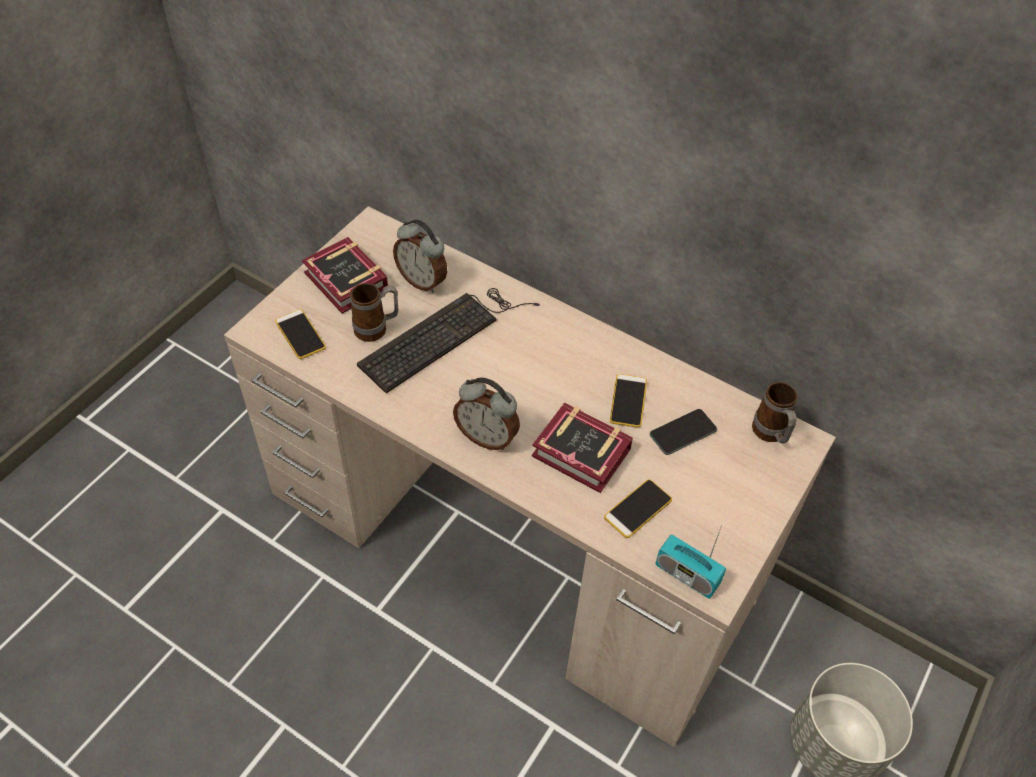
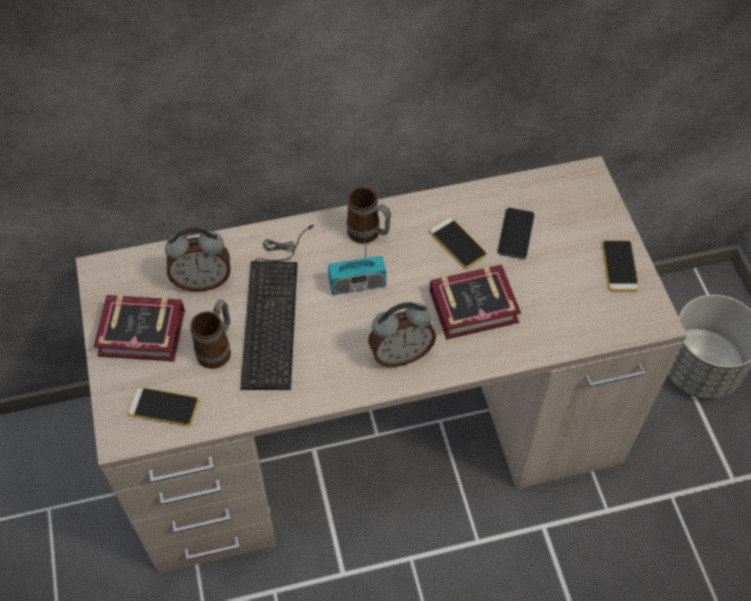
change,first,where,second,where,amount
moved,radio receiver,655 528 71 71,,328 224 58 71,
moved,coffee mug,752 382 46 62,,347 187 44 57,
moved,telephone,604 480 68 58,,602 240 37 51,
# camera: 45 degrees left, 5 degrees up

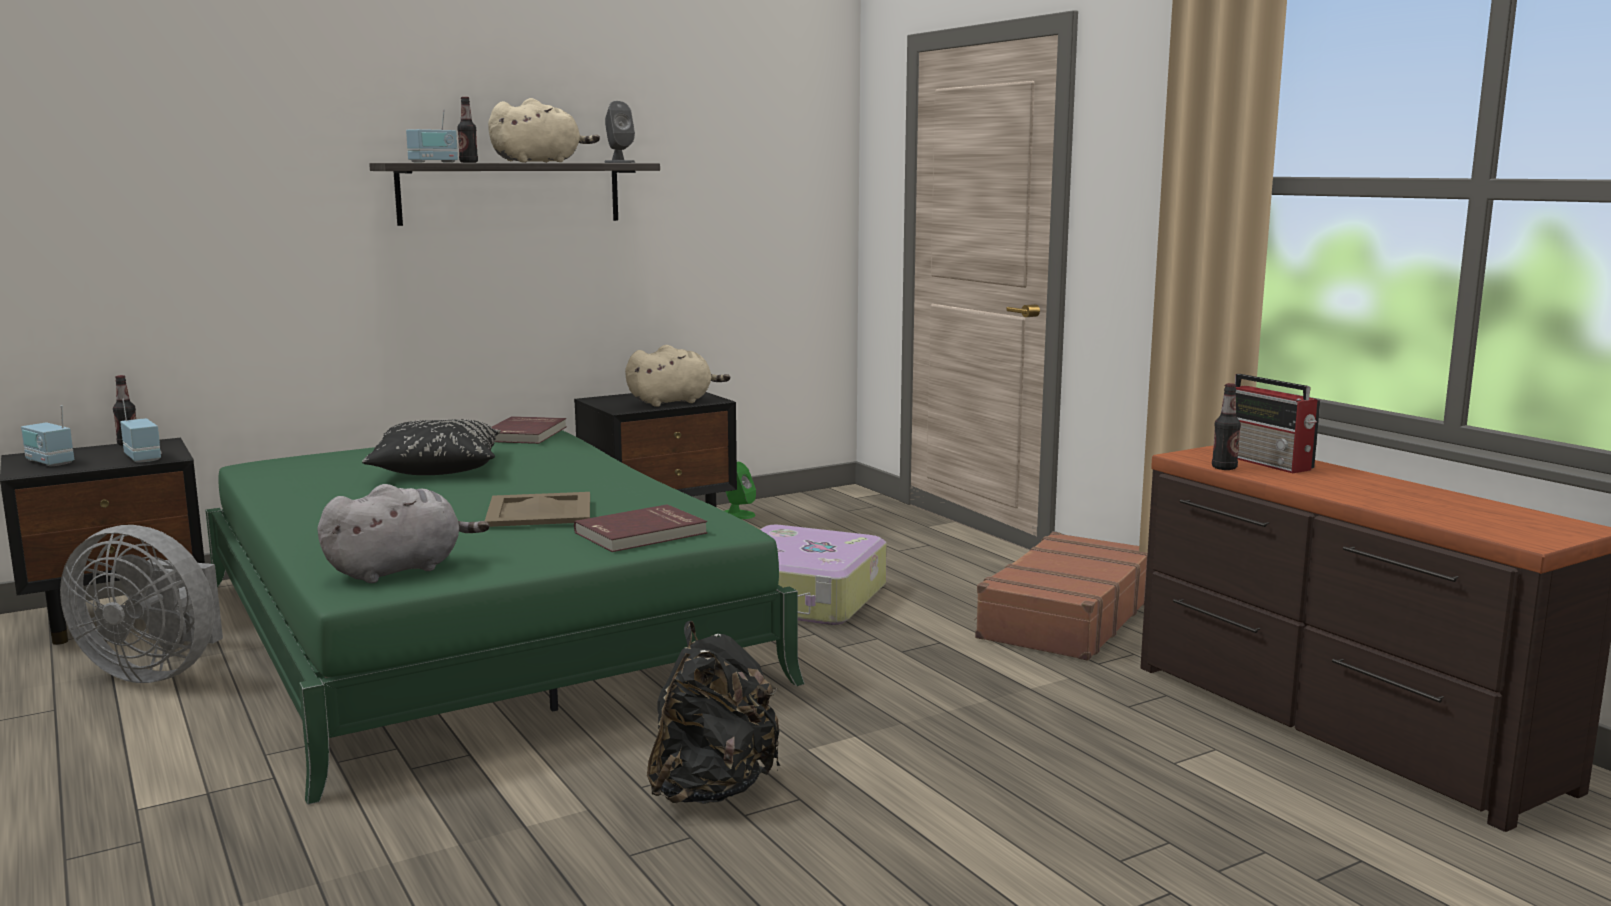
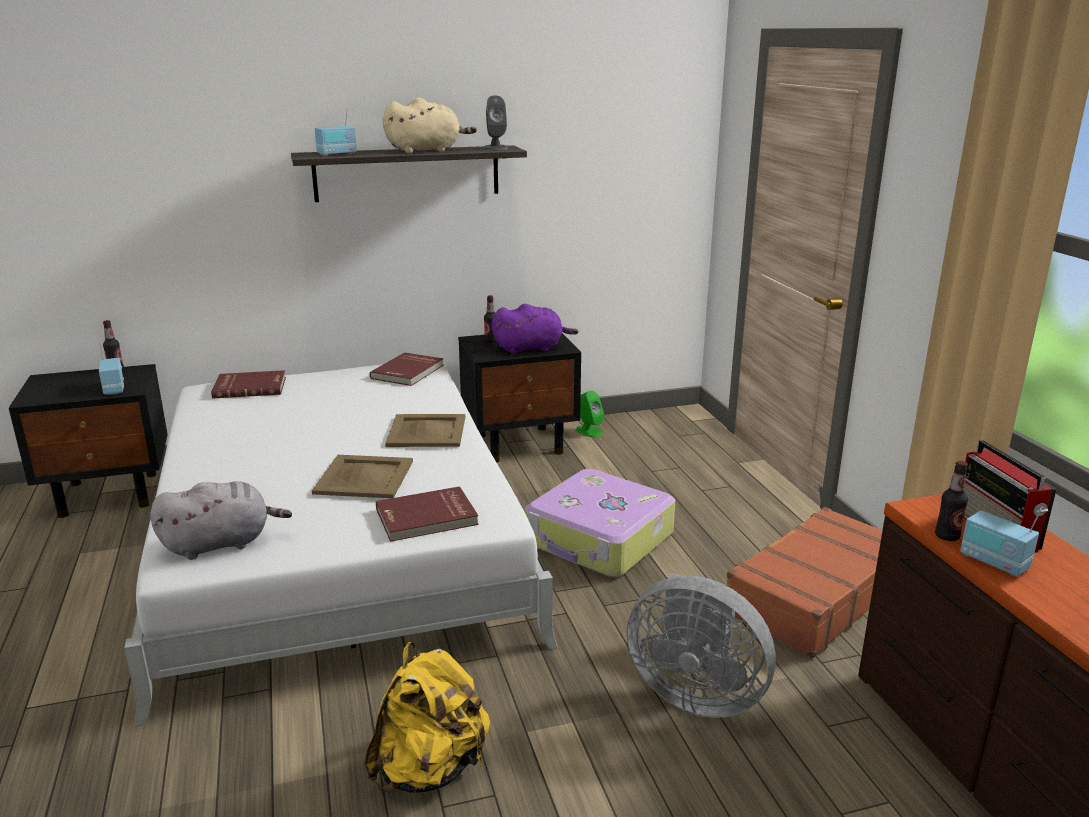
change,first,where,second,where,amount
recoloured,sleeping bed (greenish),205 430 600 375,sleeping bed (whitish),124 364 434 362,
added,,,bound book (red-coloured),211 370 75 29,
recoloured,rucksack (black),647 621 133 183,rucksack (yellowish),364 642 126 151,
added,,,tray (beige),385 414 80 33,
moved,drink bottle,457 97 21 66,,484 295 13 48,
recoloured,plush toy (beige),625 345 105 62,plush toy (purplish),491 304 87 50,
moved,electric fan (gray),60 525 163 158,,627 573 149 145,
moved,radio receiver,21 406 53 60,,960 509 82 68,
removed,throw pillow (black),362 419 139 56,,,
# camera: 15 degrees right, 10 degrees up

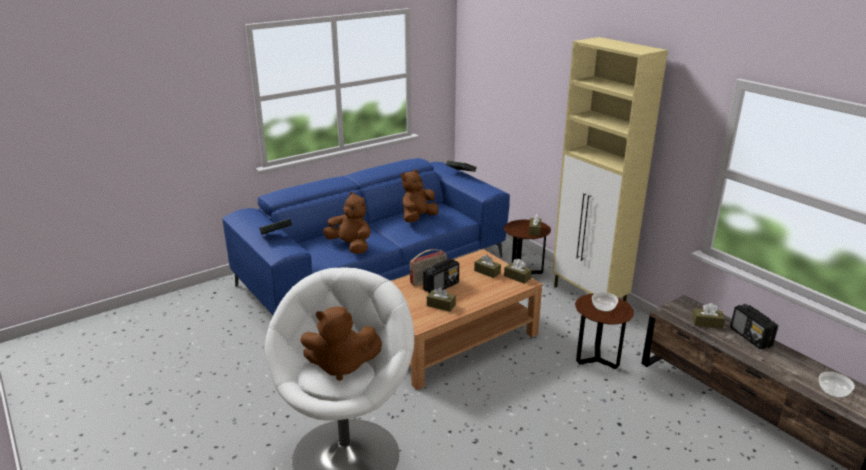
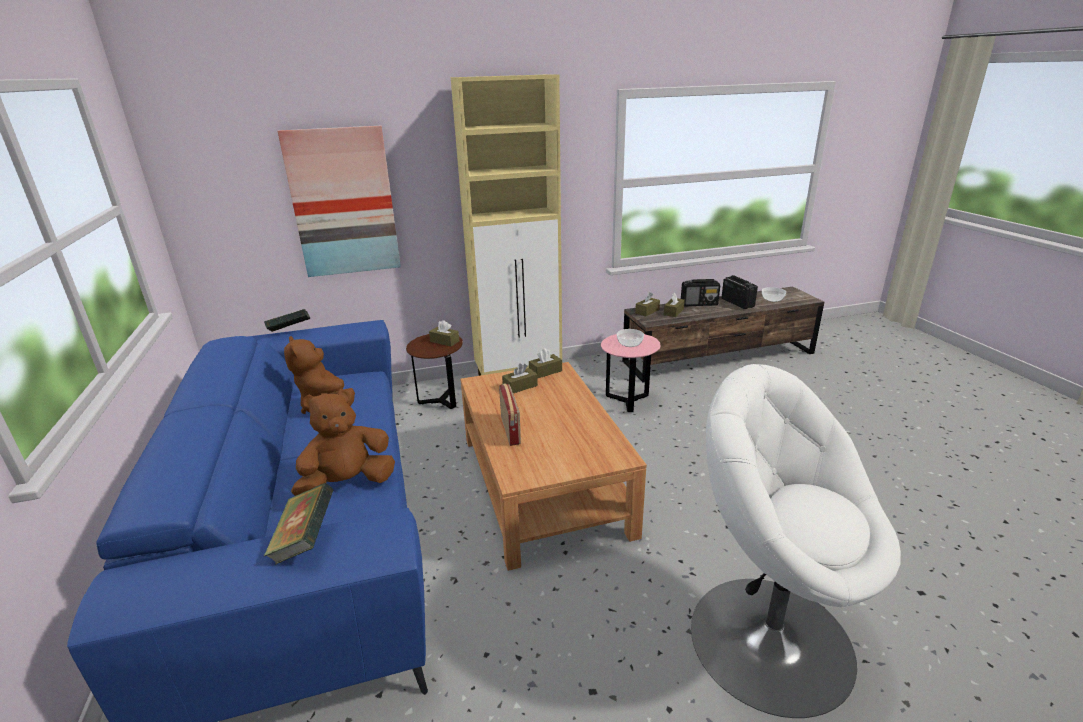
change,first,where,second,where,amount
added,,,picture,278 126 123 151,
recoloured,accent table (brown-coloured),575 293 59 76,accent table (pinkish),601 334 60 78,
moved,tissue box (brown-coloured),427 287 29 25,,635 292 25 24,
moved,radio receiver,423 258 36 35,,722 275 36 34,
removed,plush toy (brown-coloured),300 306 82 75,,,
# camera: 70 degrees left, 0 degrees up

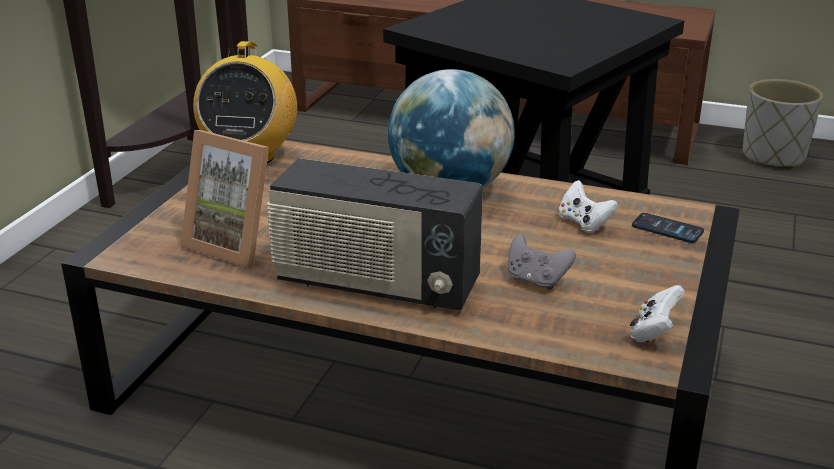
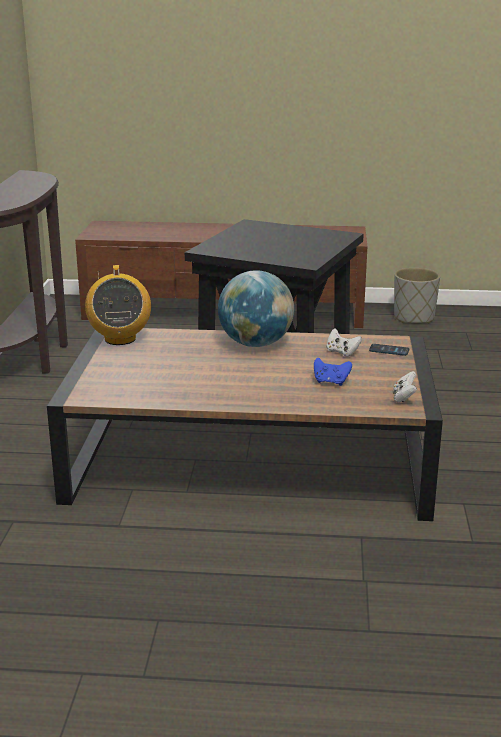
change,first,where,second,where,amount
recoloured,gamepad (gray),508 234 68 56,gamepad (blue-coloured),314 358 38 28,
removed,picture frame,180 130 89 138,,,
removed,radio receiver,267 158 216 152,,,
# camera: 15 degrees left, 5 degrees down

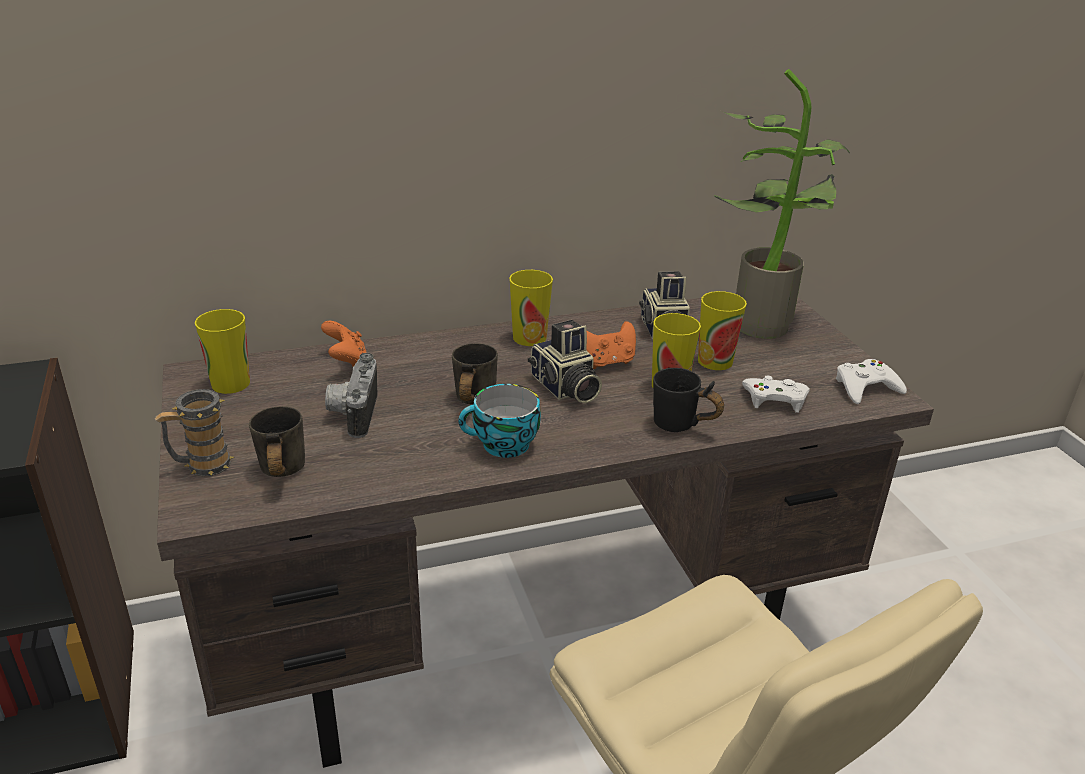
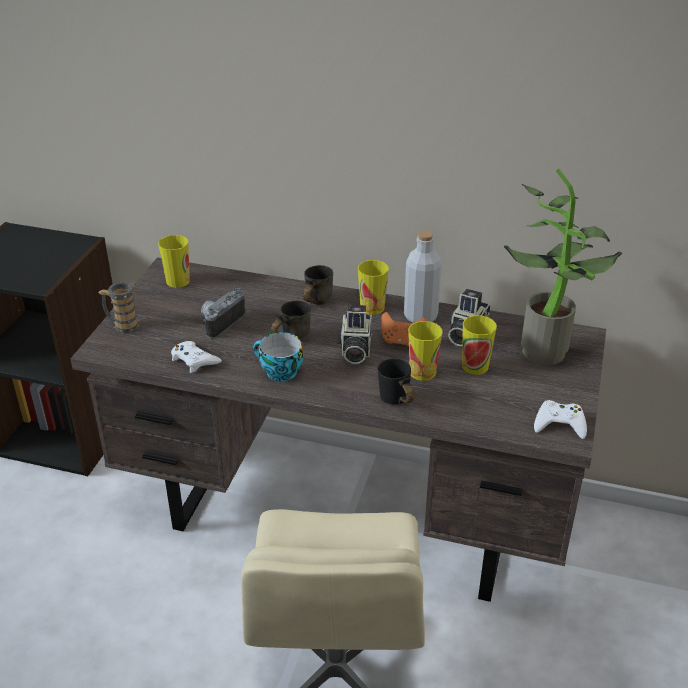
change,first,where,second,where,amount
moved,gamepad (whitish),742 376 68 37,,171 341 51 32,
moved,coffee mug (gray),249 406 56 71,,303 265 30 40,
added,,,drink bottle (gray),404 230 38 93,
removed,gamepad (orange),321 321 46 45,,,
# camera: 35 degrees right, 5 degrees up

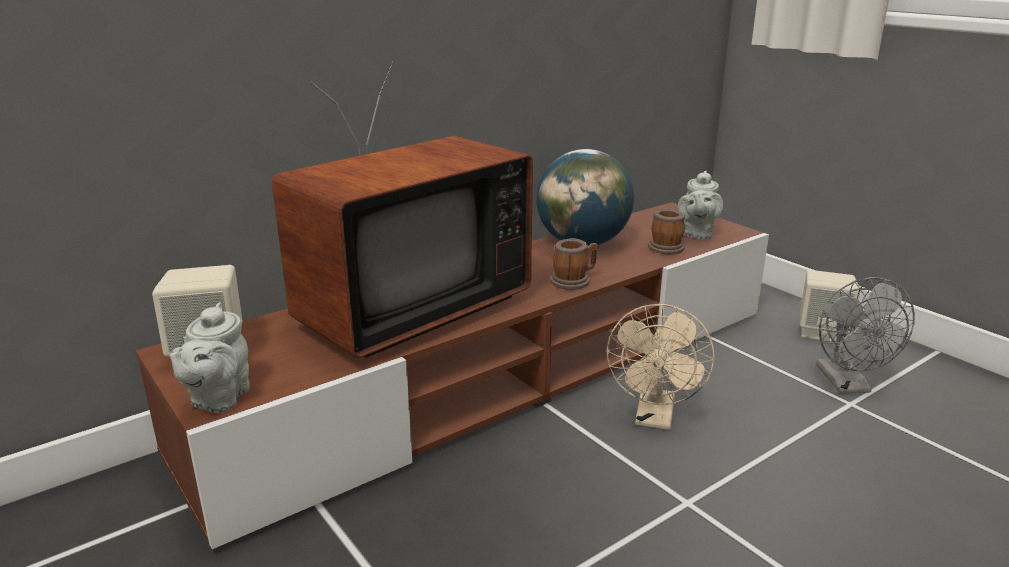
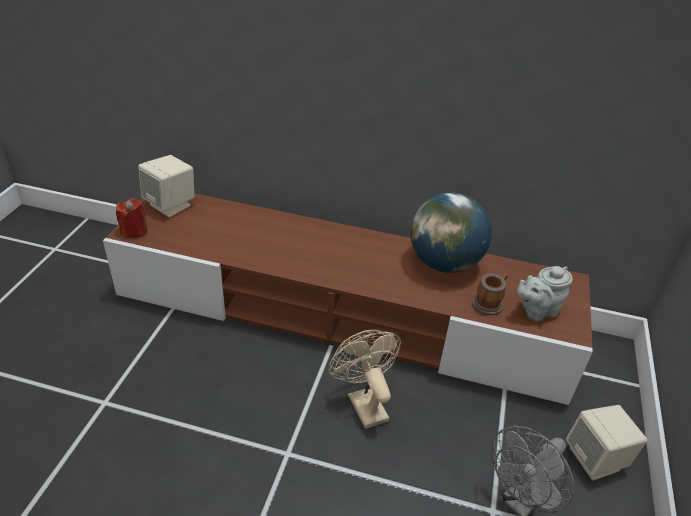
change,first,where,second,where,amount
replaced,tea pot (gray),169 302 81 111,wax light (red-coloured),116 198 32 41,
turned,electric fan (beige),607 304 108 126,,328 330 73 99,90 degrees clockwise
removed,TV set,272 61 261 297,,,
removed,coffee mug,550 238 49 52,,,
# camera: 50 degrees right, 15 degrees up

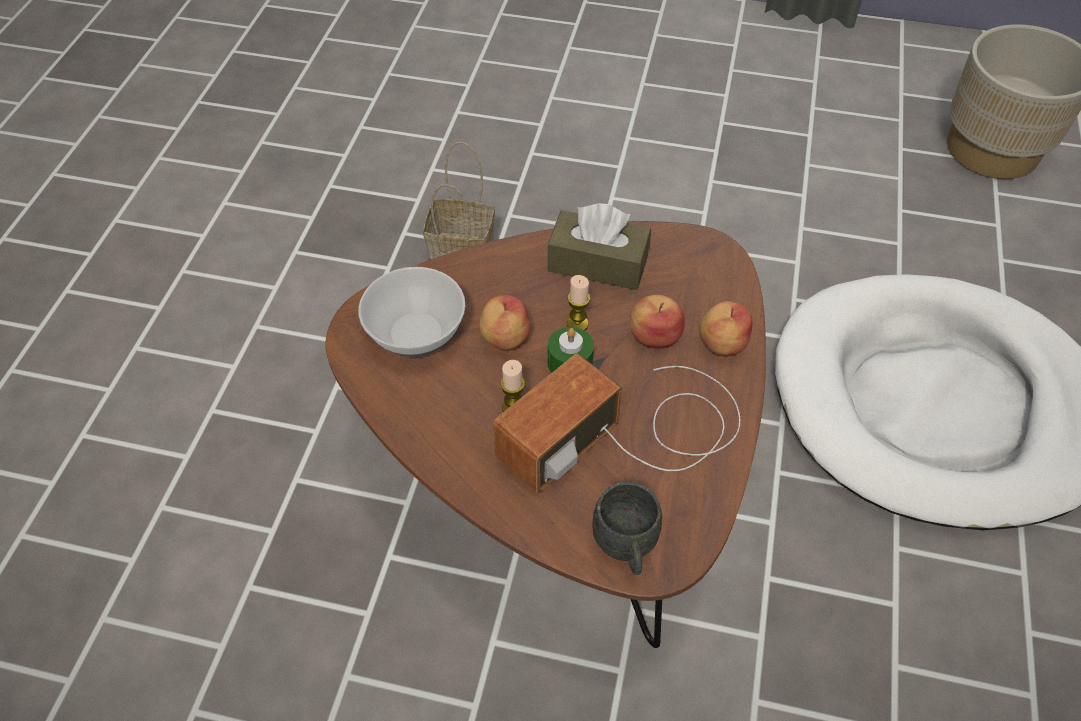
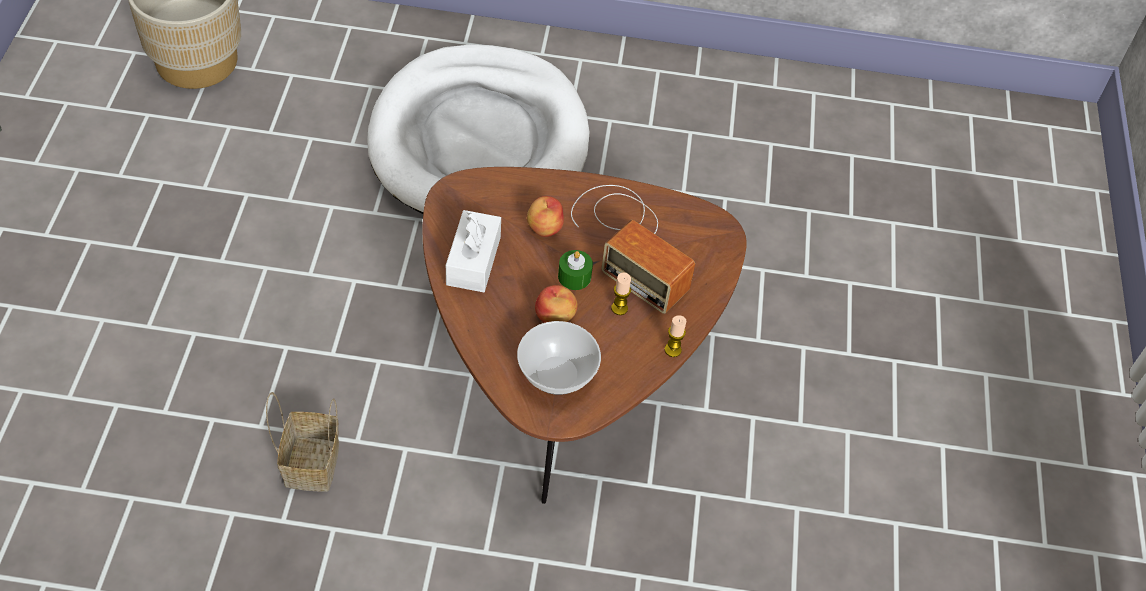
change,first,where,second,where,amount
recoloured,tissue box (brown-coloured),548 203 103 87,tissue box (whitish),446 210 55 82,
moved,wax light,567 275 23 56,,664 315 22 42,
removed,coffee mug (gray),592 482 70 93,,,
removed,whole apple,700 301 52 56,,,
# camera: 100 degrees left, 0 degrees up

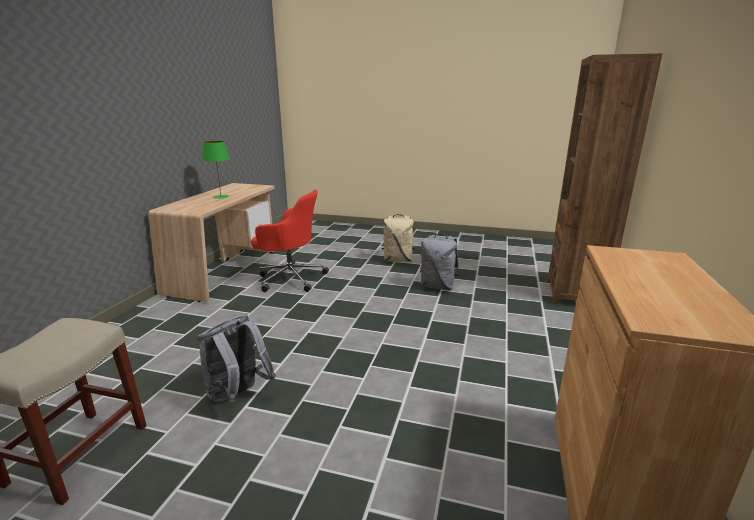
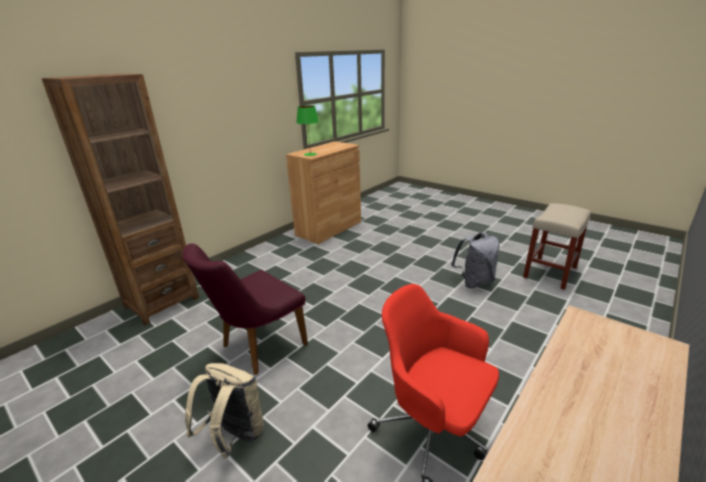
change,first,where,second,where,amount
replaced,rucksack (gray),420 234 38 56,plain chair (purplish),182 244 126 131,
moved,lamp for a table (greenish),202 141 28 58,,296 105 23 51,
# camera: 155 degrees left, 5 degrees up

